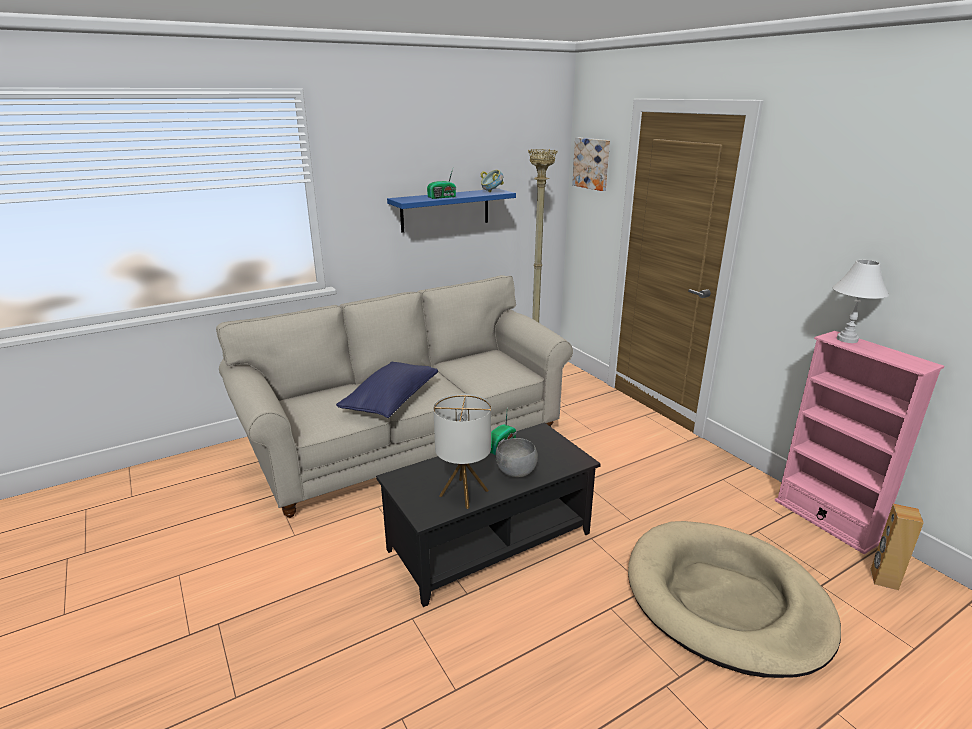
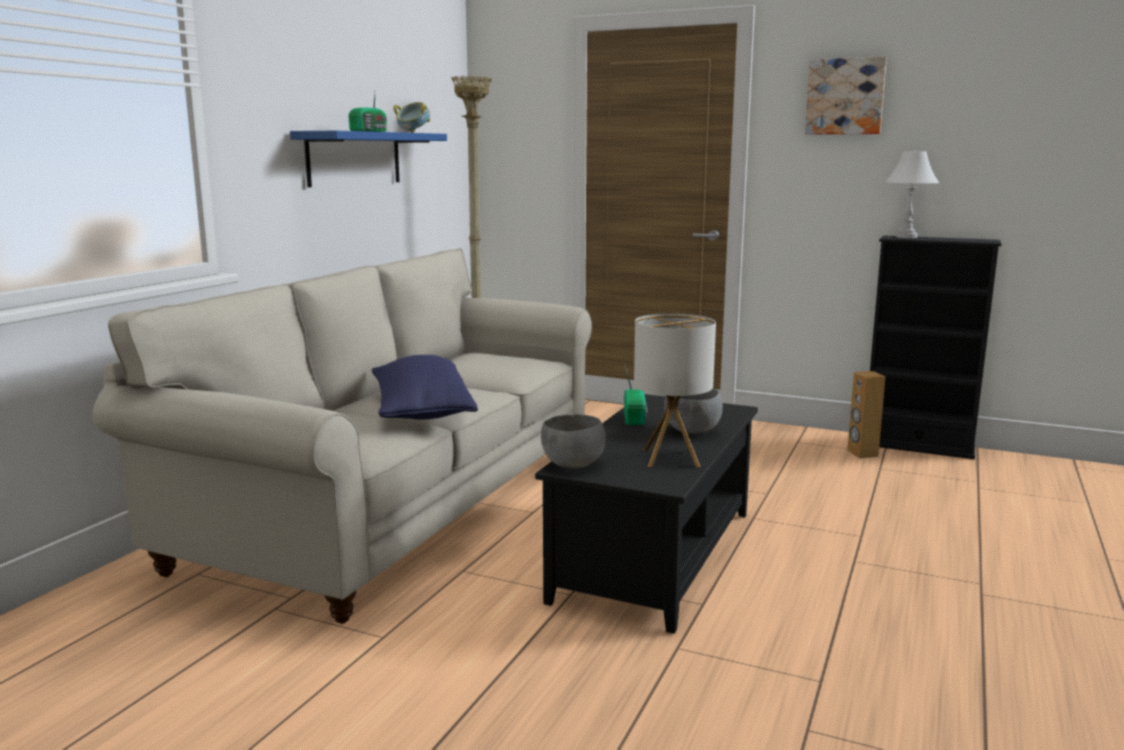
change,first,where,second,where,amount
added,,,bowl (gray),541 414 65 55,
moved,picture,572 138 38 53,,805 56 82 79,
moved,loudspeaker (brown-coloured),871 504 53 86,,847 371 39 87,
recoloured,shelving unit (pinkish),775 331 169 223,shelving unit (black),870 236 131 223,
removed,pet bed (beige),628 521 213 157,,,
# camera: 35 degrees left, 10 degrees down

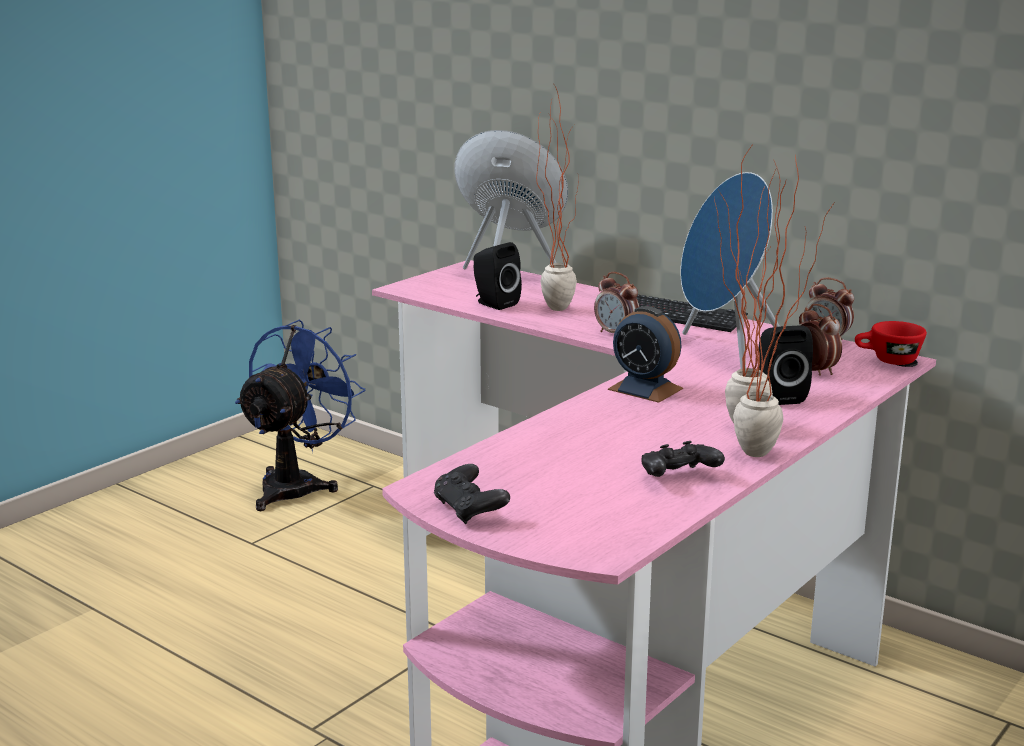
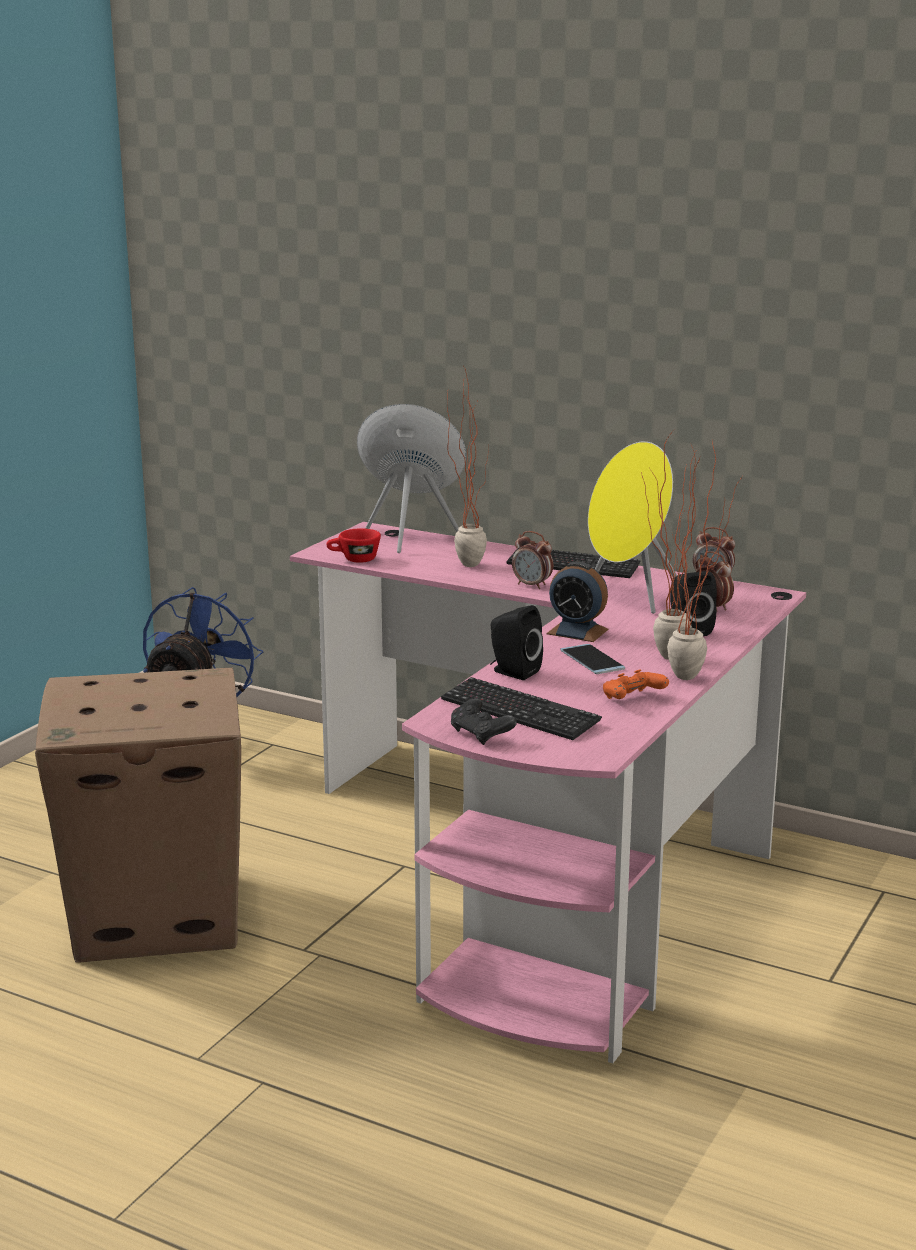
change,first,where,second,where,amount
added,,,carton,35 668 206 295,
moved,cup (red-coloured),855 321 72 44,,326 528 55 35,
added,,,keyboard,441 677 161 63,
moved,loudspeaker (black),474 242 48 68,,490 605 53 75,
added,,,telephone,560 644 65 30,
recoloured,loudspeaker (blue-coloured),681 172 99 197,loudspeaker (yellowish),588 442 89 172,
recoloured,gamepad (black),642 441 83 36,gamepad (orange),603 669 66 30,
# camera: 10 degrees left, 0 degrees up

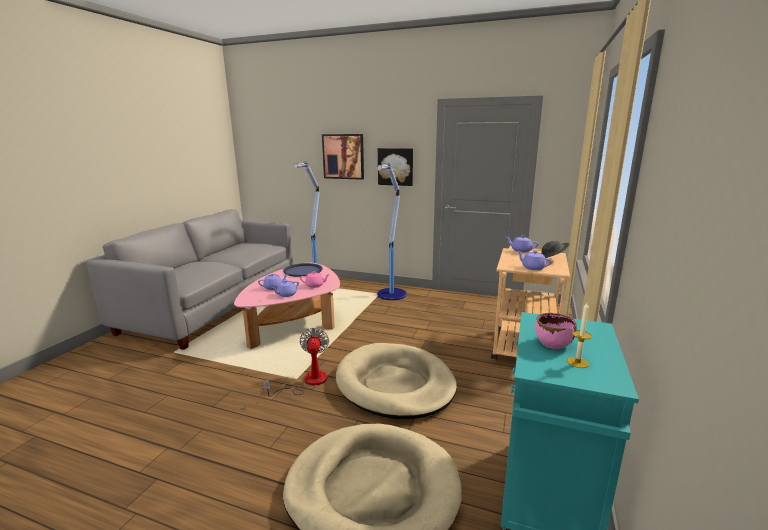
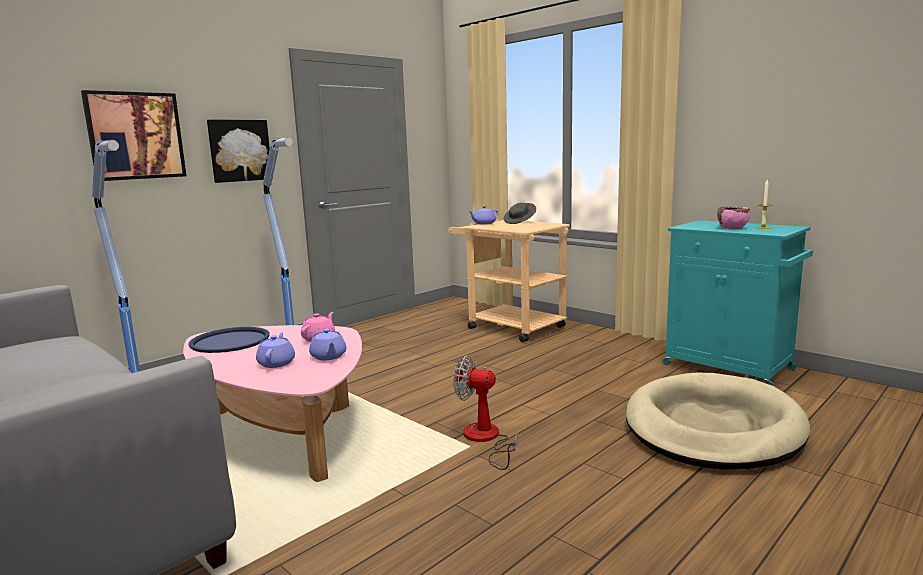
change,first,where,second,where,amount
removed,pet bed (beige),336 343 121 76,,,
removed,tea pot (purplish),517 251 35 19,,,
# camera: 65 degrees left, 5 degrees down

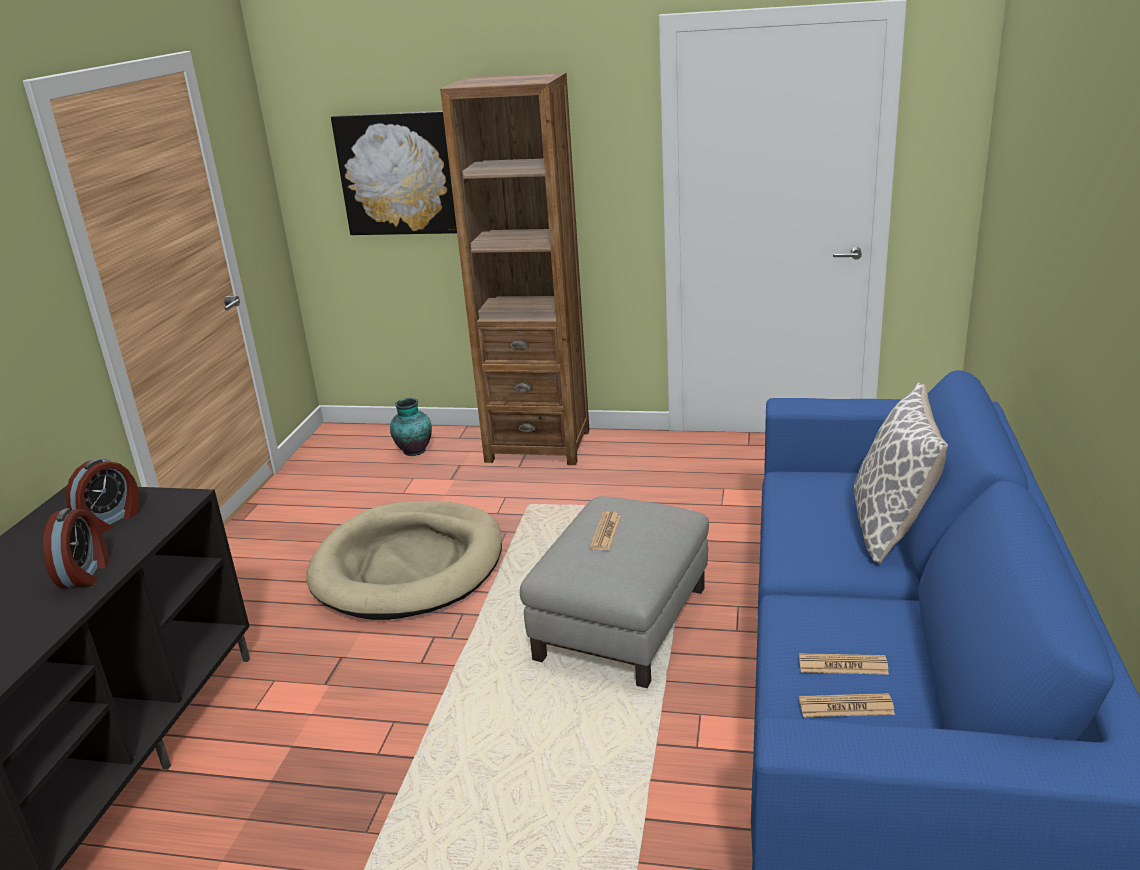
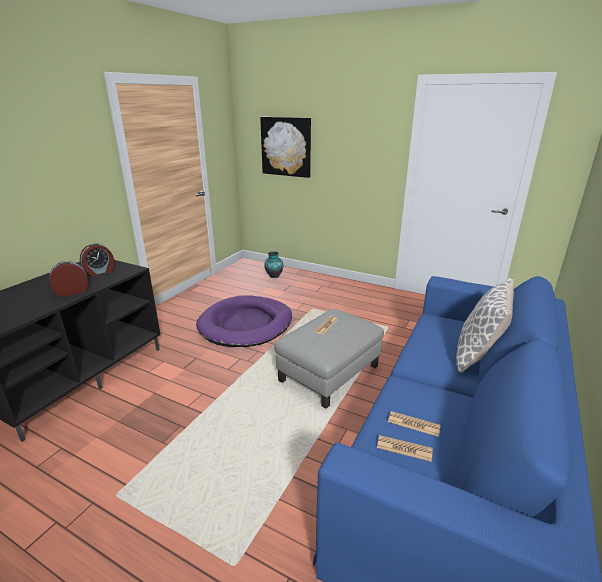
change,first,where,second,where,amount
turned,bedside clock,43 508 67 80,,49 261 39 36,135 degrees counterclockwise
recoloured,pet bed (beige),306 501 196 119,pet bed (purplish),196 295 96 52,
removed,shelving unit (brown-coloured),440 73 150 392,,,
# camera: 15 degrees right, 0 degrees up

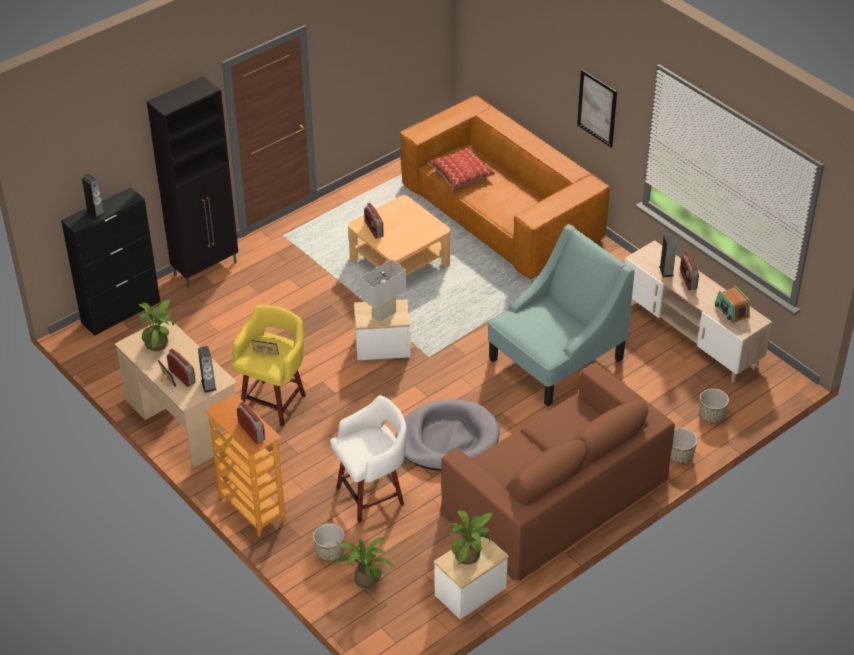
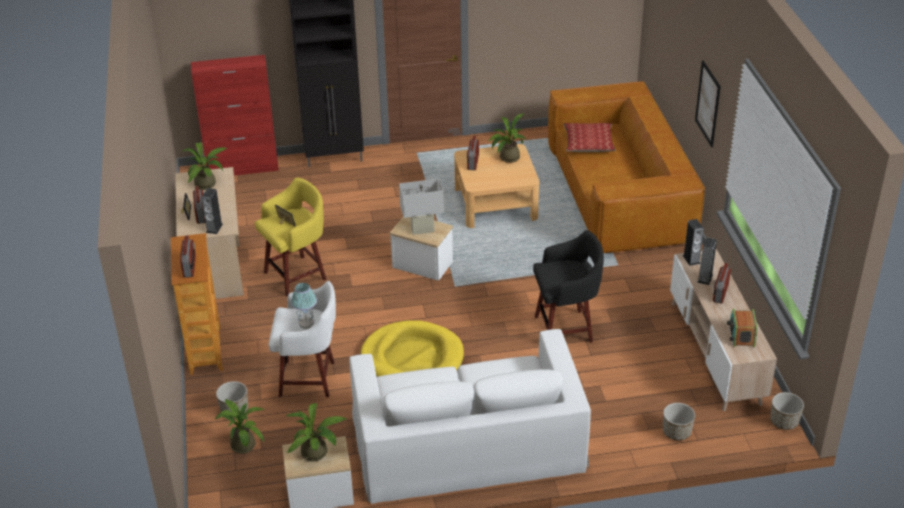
change,first,where,second,where,amount
recoloured,storage cabinet (black),61 187 99 149,storage cabinet (red-coloured),191 55 88 121,
added,,,lamp for a table,291 283 26 46,
recoloured,couch (brown-coloured),441 362 234 219,couch (whitish),349 329 242 175,
recoloured,pet bed (gray),396 399 104 72,pet bed (yellowish),360 320 104 57,
added,,,plant in a pot,489 113 37 50,
replaced,easy chair (turquoise-coloured),488 224 146 182,stool seat (black),533 230 71 113,
moved,loudspeaker,81 173 25 46,,683 219 21 47,
moved,flower pot,670 428 27 36,,770 392 34 38,
# camera: 30 degrees right, 5 degrees down

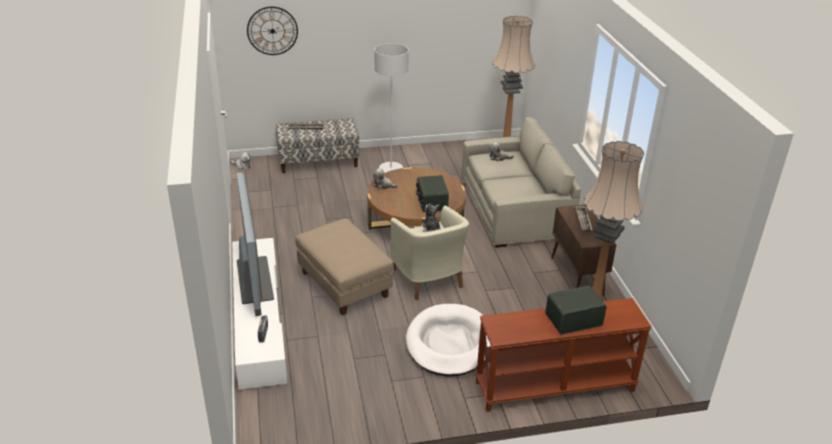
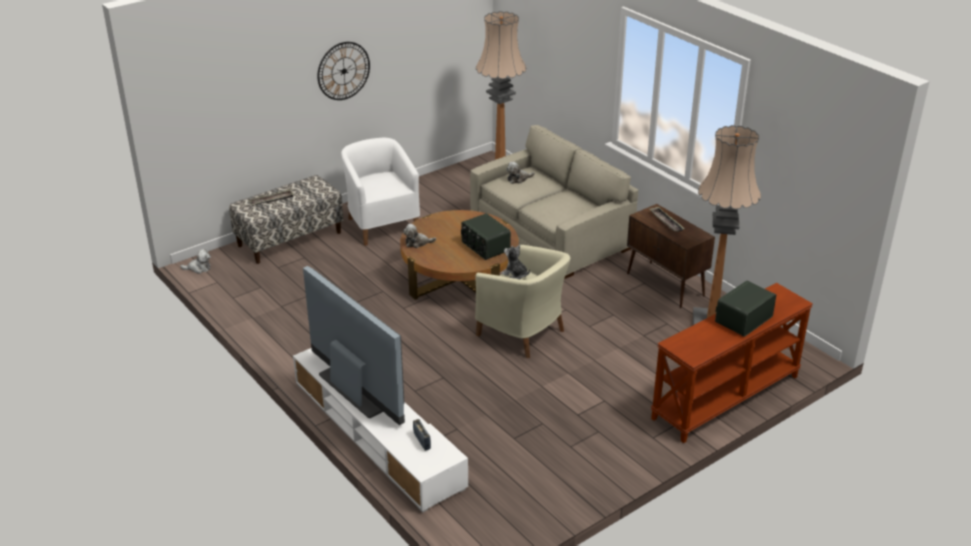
change,first,where,second,where,amount
moved,clock on the wall,247 6 51 49,,318 42 52 58,
replaced,floor lamp (gray),374 43 35 130,easy chair (whitish),341 138 79 108,
removed,pouffe (beige),295 219 99 97,,,
removed,pet bed (whitish),406 304 85 72,,,
# camera: 25 degrees left, 0 degrees up

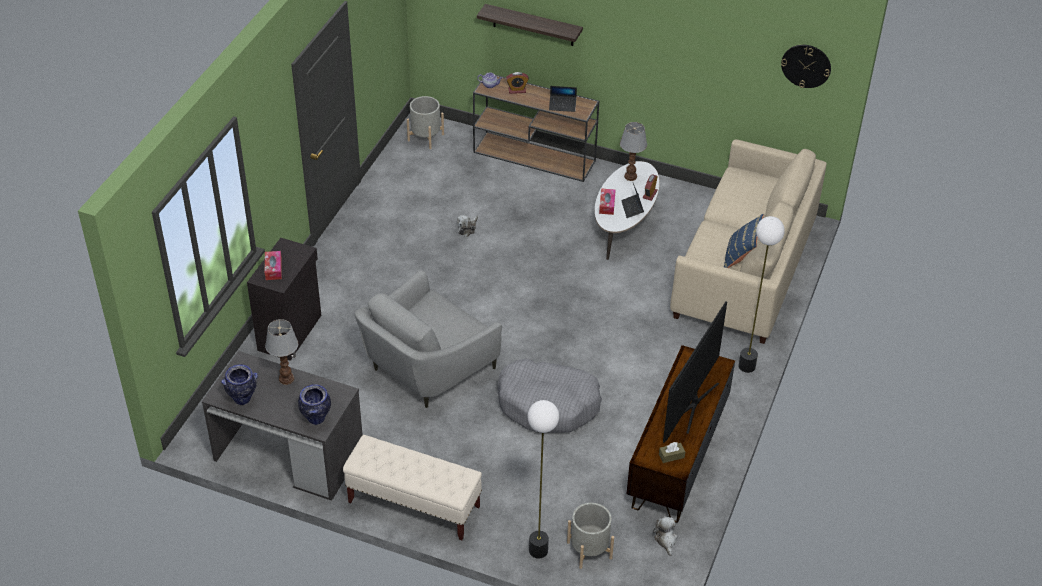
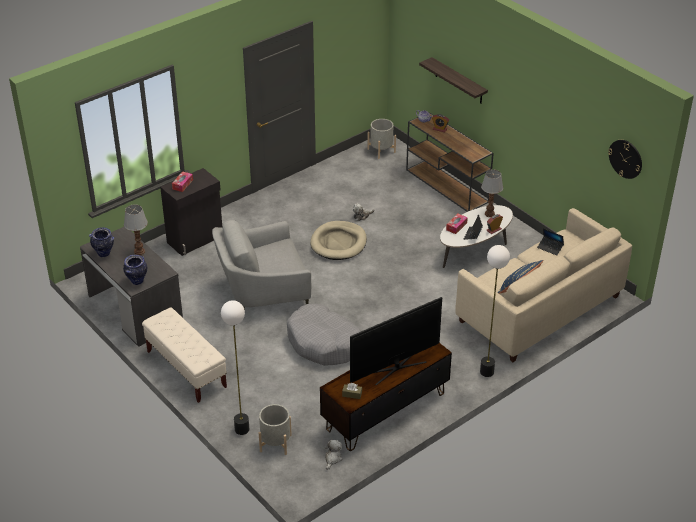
change,first,where,second,where,amount
added,,,pet bed (beige),310 221 57 39,
moved,laptop,549 86 28 26,,537 228 27 28,
# camera: 30 degrees right, 5 degrees down

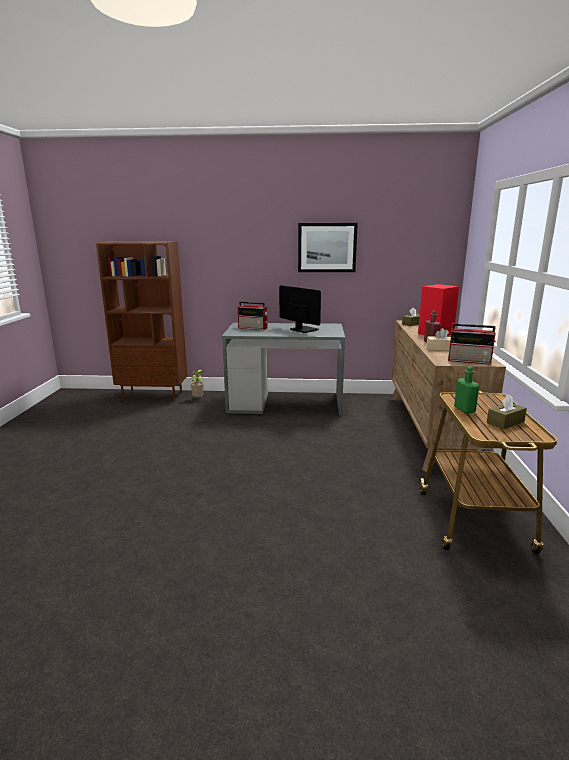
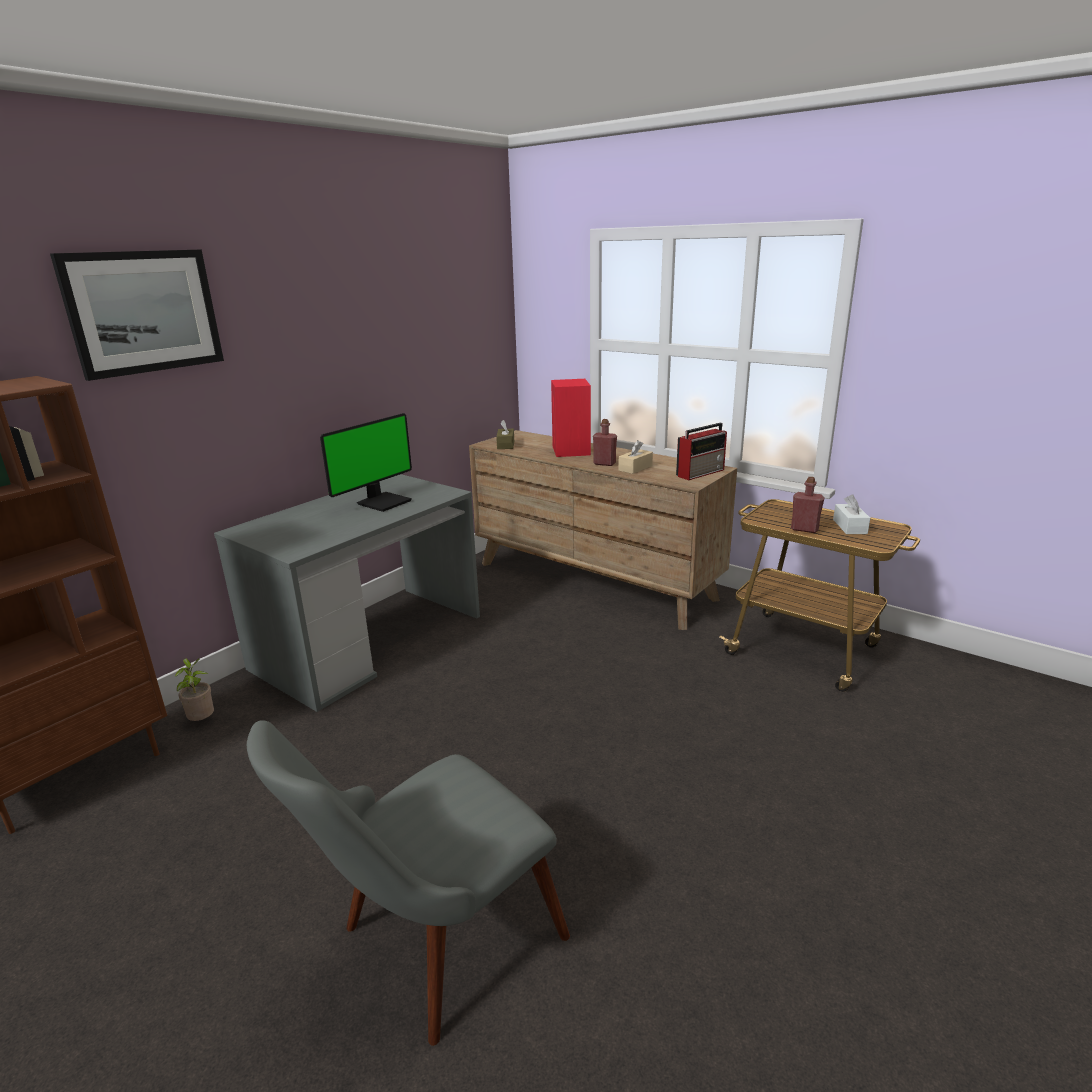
change,first,where,second,where,amount
moved,picture,298 223 60 49,,50 249 174 132,
added,,,plain chair (gray),247 720 323 326,
turned,computer screen,279 285 42 48,,320 413 92 99,135 degrees clockwise
recoloured,drink bottle (greenish),454 366 26 47,drink bottle (red-coloured),791 477 34 56,
recoloured,tissue box (brown-coloured),487 394 40 35,tissue box (whitish),833 494 37 40,
removed,radio receiver,238 301 30 29,,,
# camera: 55 degrees left, 5 degrees up

